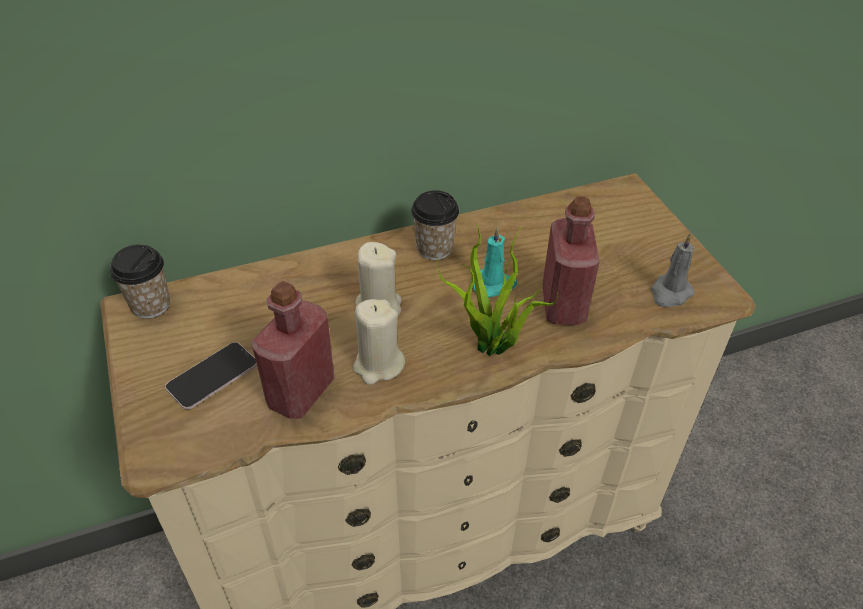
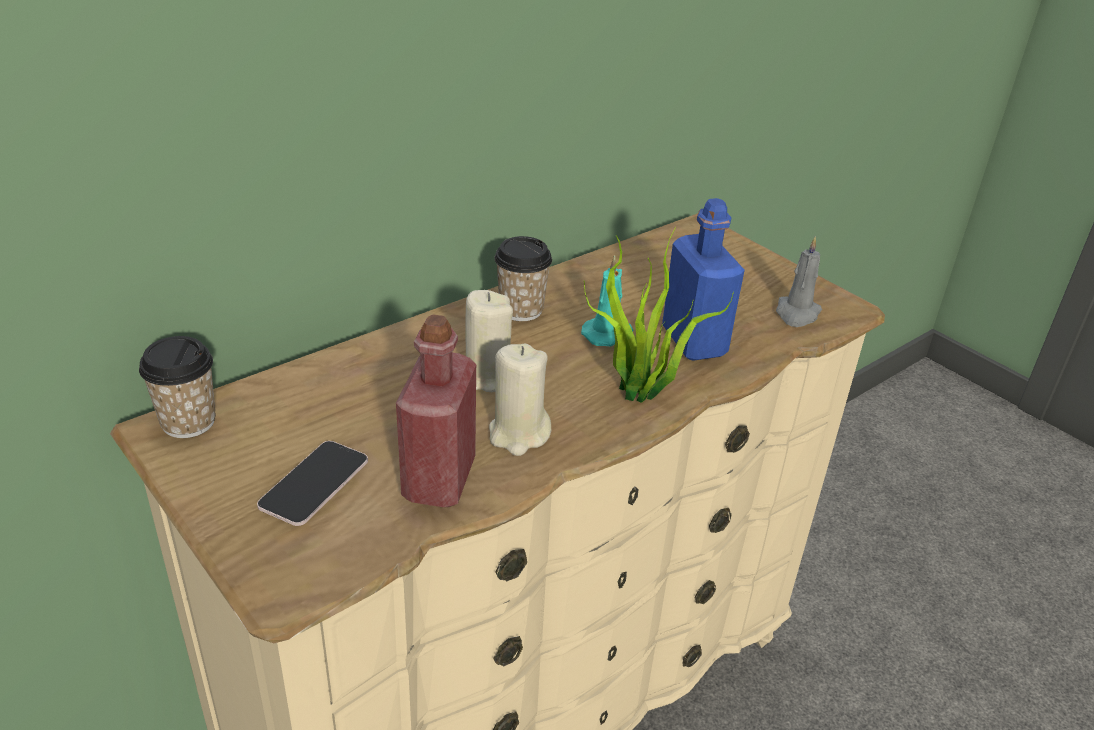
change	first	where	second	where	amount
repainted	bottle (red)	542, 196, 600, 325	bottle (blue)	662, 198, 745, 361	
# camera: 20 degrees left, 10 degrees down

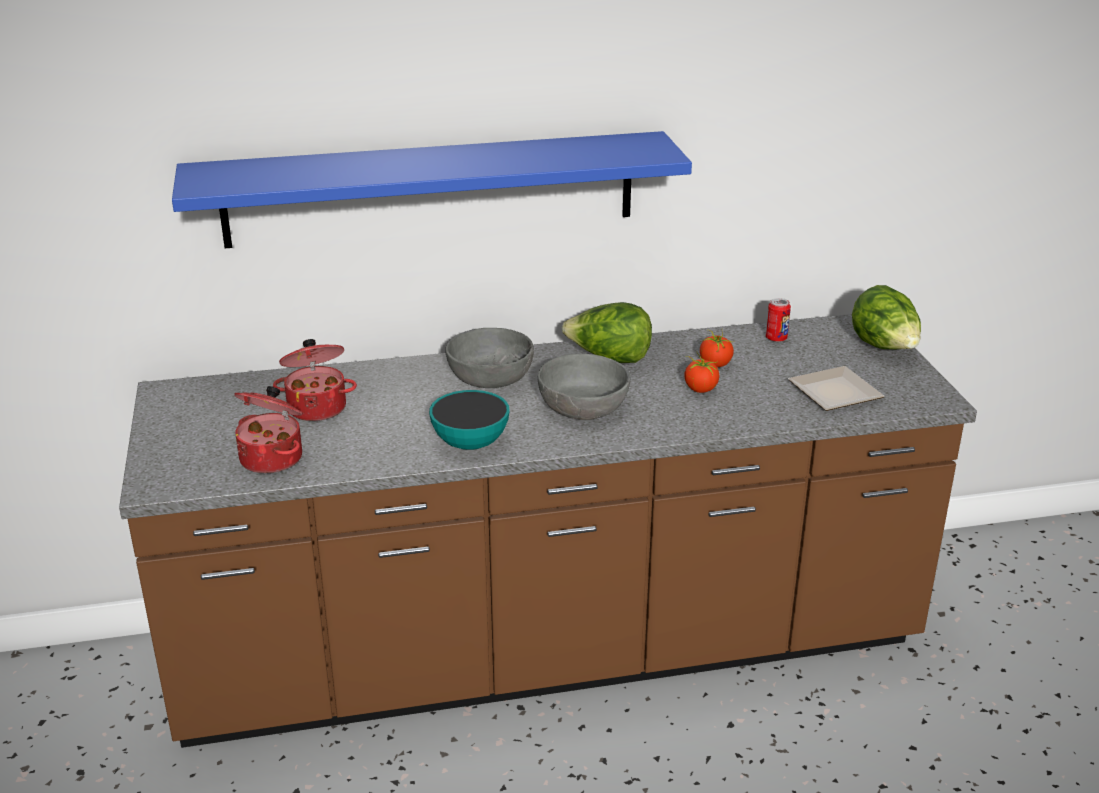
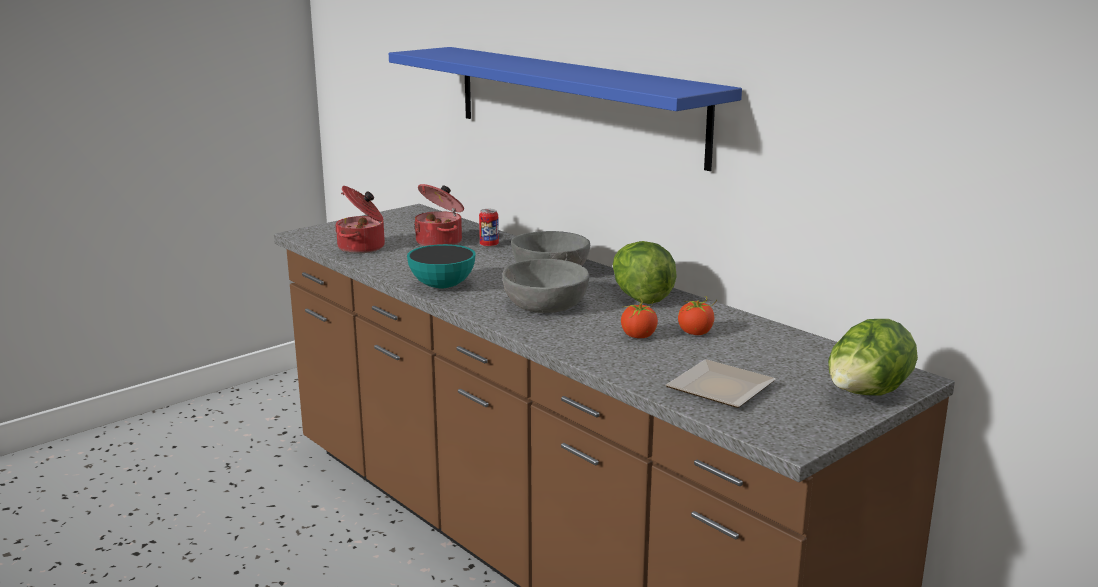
change	first	where	second	where	amount
shifted	can	766, 298, 791, 342		479, 209, 499, 247	
# camera: 60 degrees right, 10 degrees down

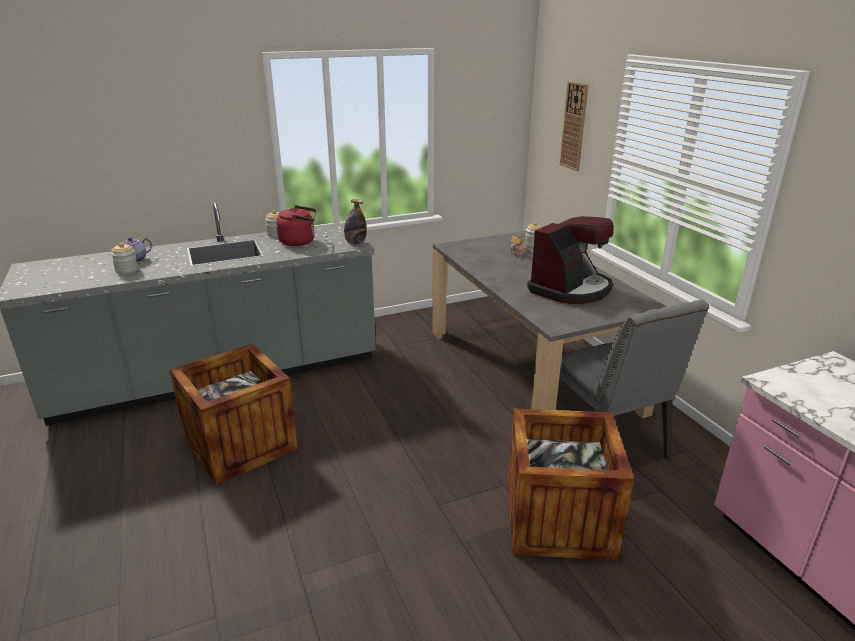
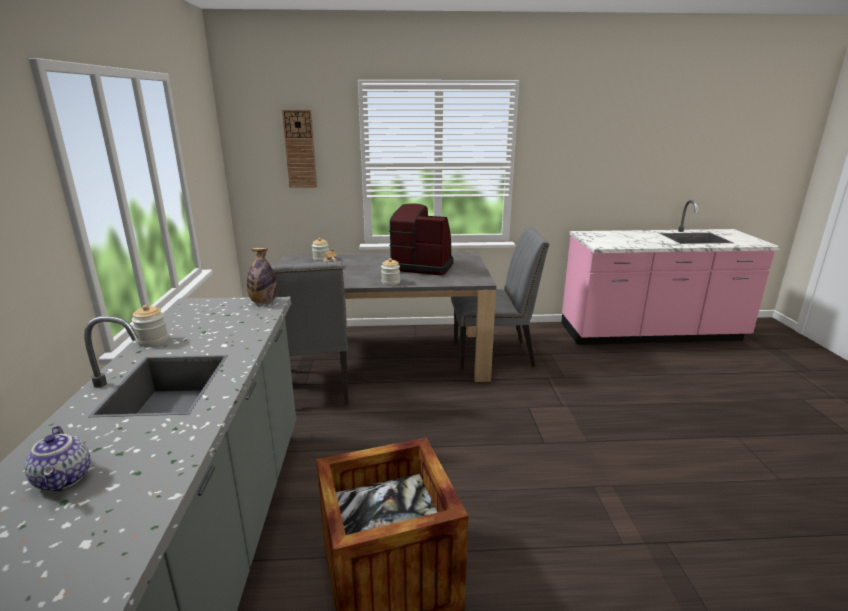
change	first	where	second	where	amount
gone	kettle (red)	276, 205, 316, 246			
rotated	coffee machine	527, 216, 614, 304		389, 203, 454, 275	45 degrees counterclockwise
shifted	jar	111, 243, 138, 274		381, 258, 400, 285	
gone	crate	508, 408, 634, 560			
new			chair (grey)	271, 261, 349, 405	
# camera: 70 degrees left, 5 degrees down

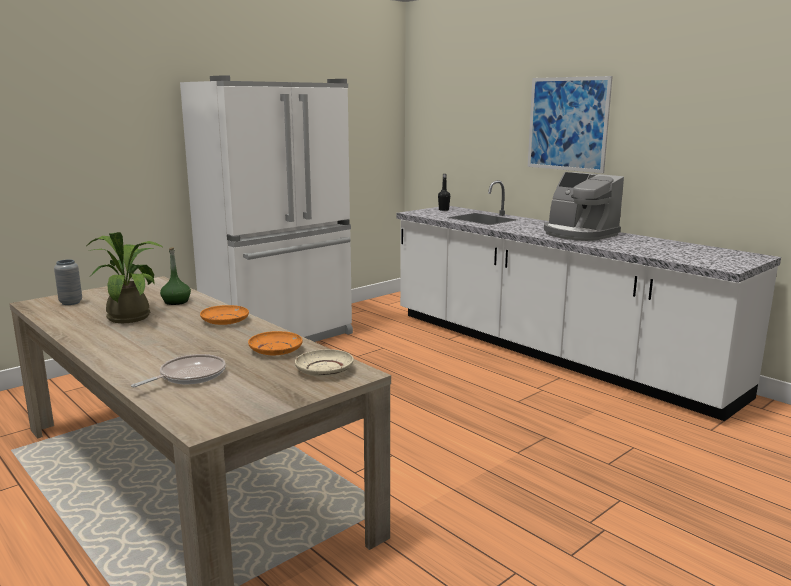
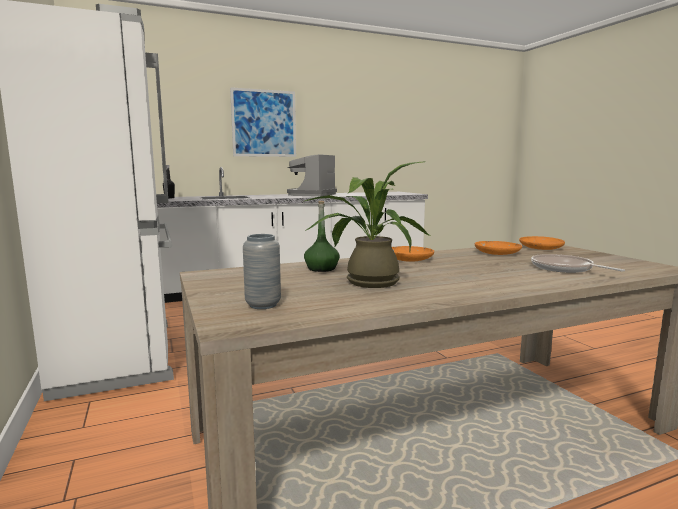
change	first	where	second	where	amount
rotated	coffee machine	544, 172, 624, 241		287, 154, 337, 197	135 degrees clockwise
repainted	plate (beige)	295, 349, 354, 377	plate (orange)	519, 236, 565, 250	
# camera: 70 degrees left, 5 degrees down

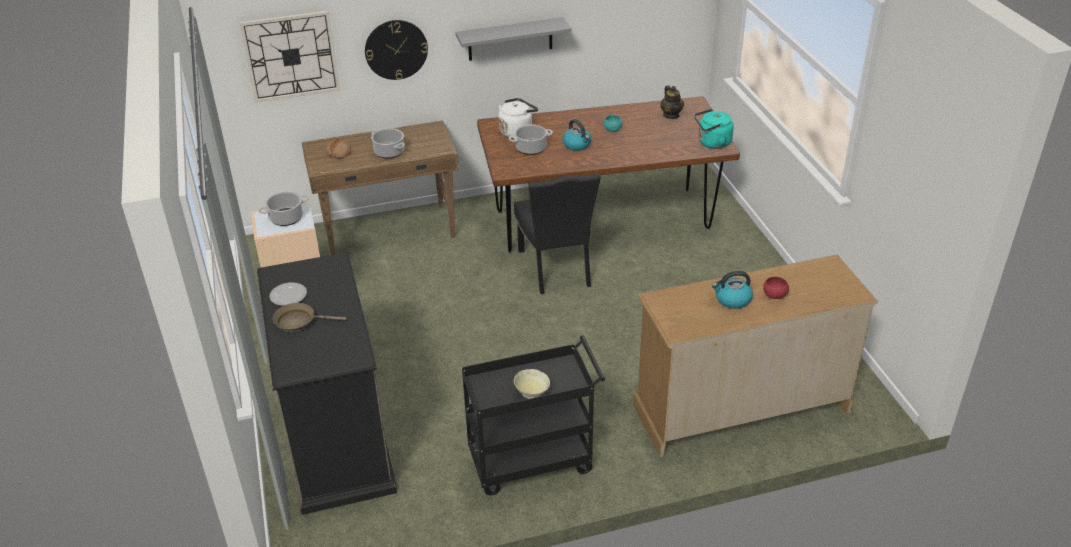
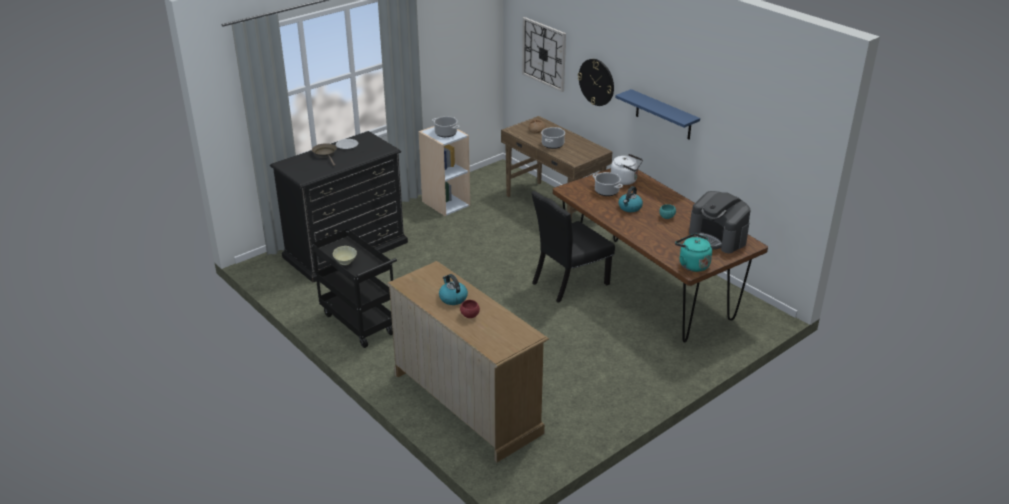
change	first	where	second	where	amount
repainted	shelf (grey)	455, 17, 572, 61	shelf (blue)	615, 89, 700, 140	
swapped	teapot	660, 85, 684, 119	coffee machine	689, 191, 751, 253	
# camera: 65 degrees right, 5 degrees down

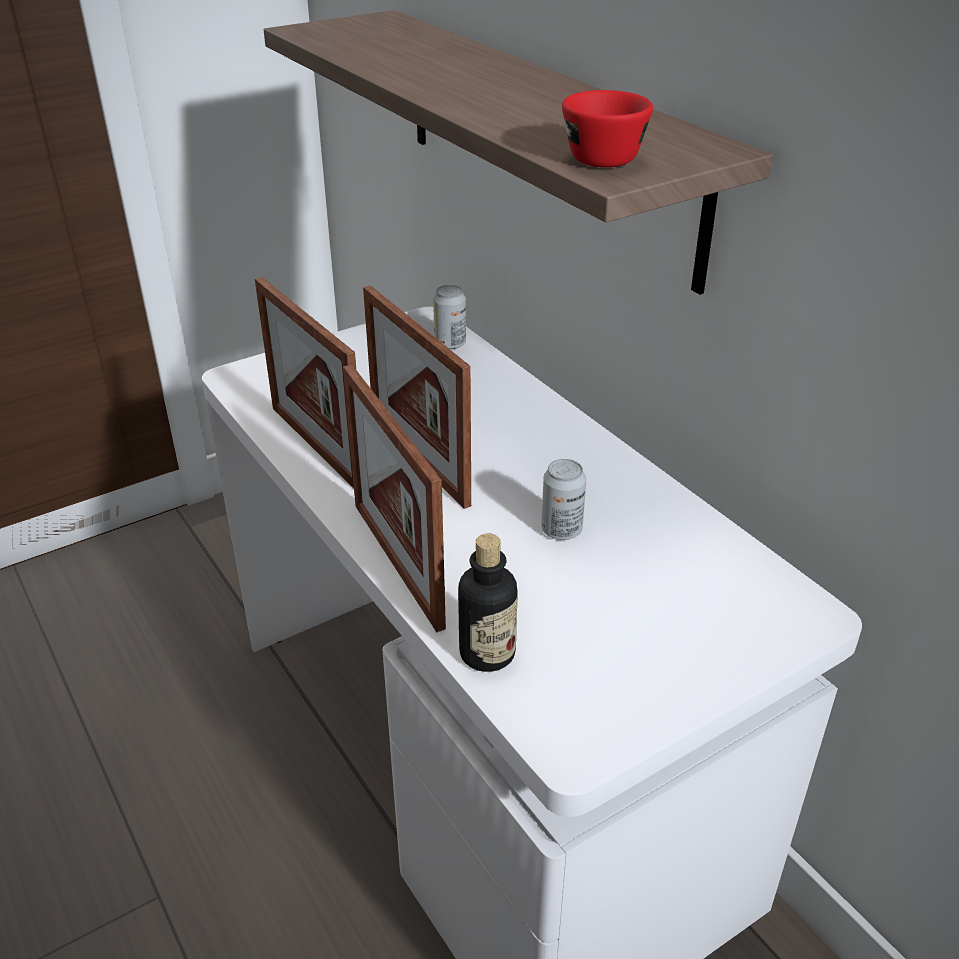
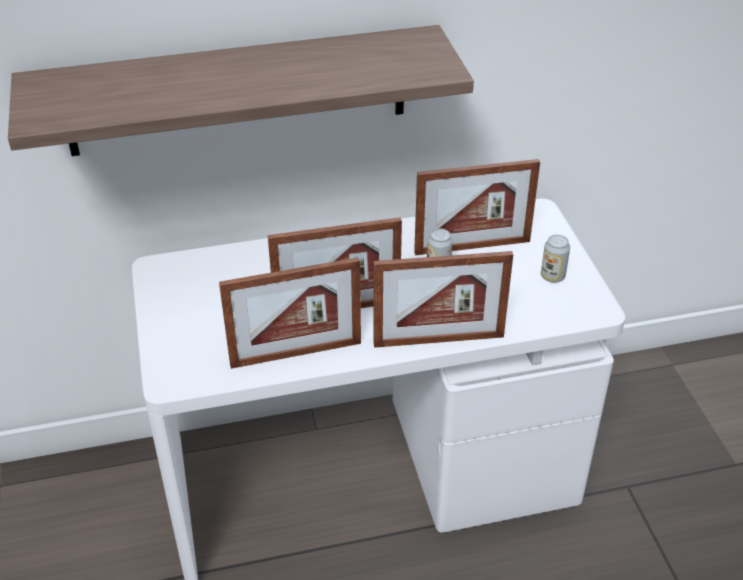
change	first	where	second	where	amount
gone	cup (red)	562, 90, 653, 167			
shifted	can	433, 285, 466, 350		541, 235, 570, 283	
gone	bottle	458, 533, 518, 672			
new			picture frame	414, 159, 540, 255	
# camera: 70 degrees left, 5 degrees up

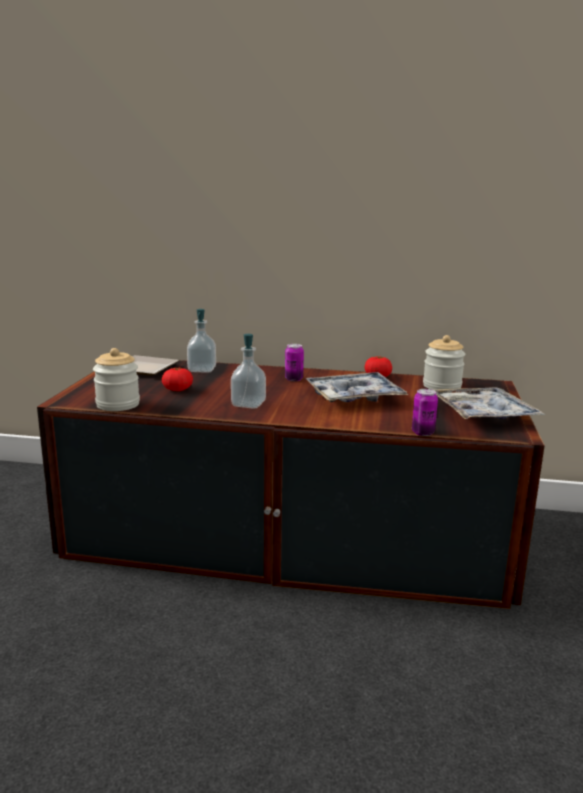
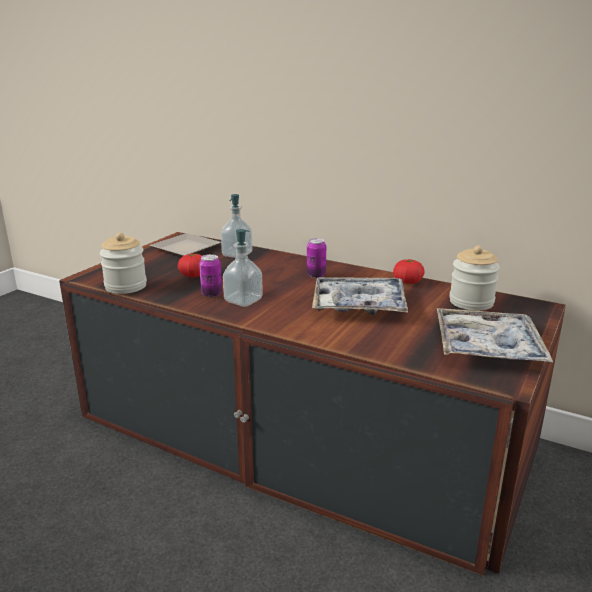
change	first	where	second	where	amount
shifted	can	412, 389, 438, 436		199, 254, 222, 297	
# camera: 20 degrees right, 5 degrees up

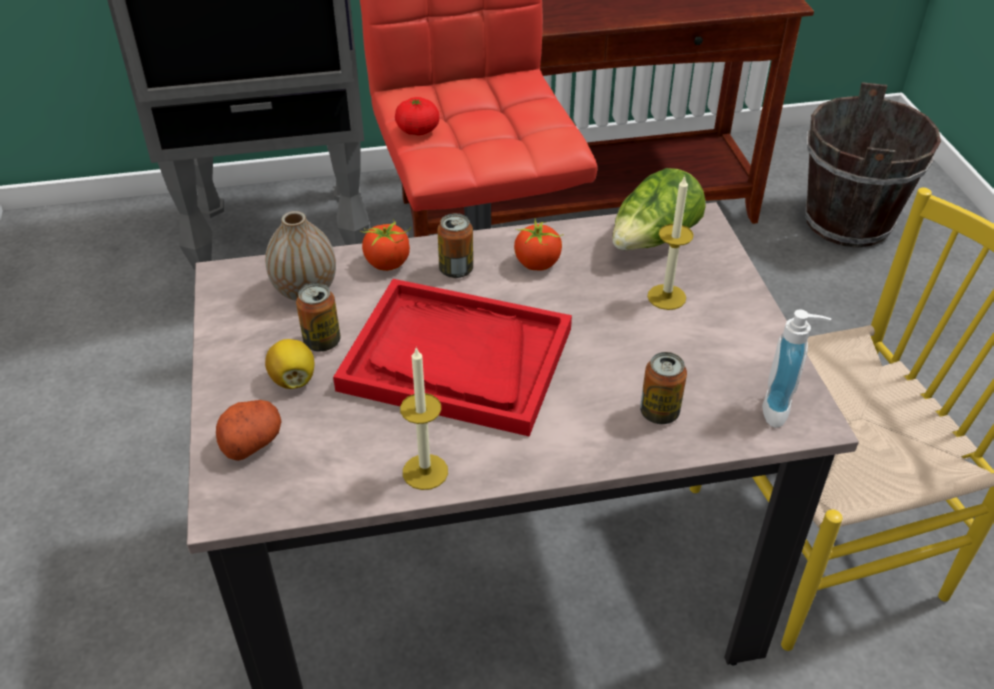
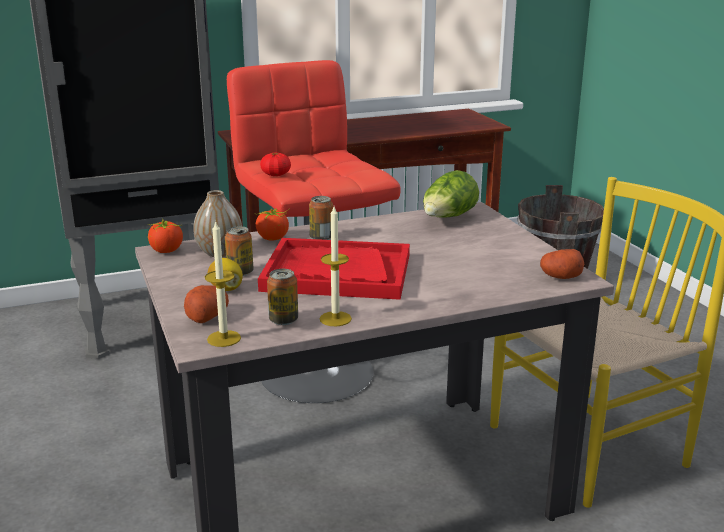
change	first	where	second	where	amount
shifted	candle	647, 176, 694, 310		205, 220, 241, 347	
shifted	tomato	514, 219, 563, 271		148, 220, 183, 253	
swapped	soap dispenser	762, 309, 831, 428	potato	540, 249, 584, 279	
shifted	can	640, 352, 687, 424		267, 269, 298, 325	
# camera: 10 degrees left, 20 degrees down

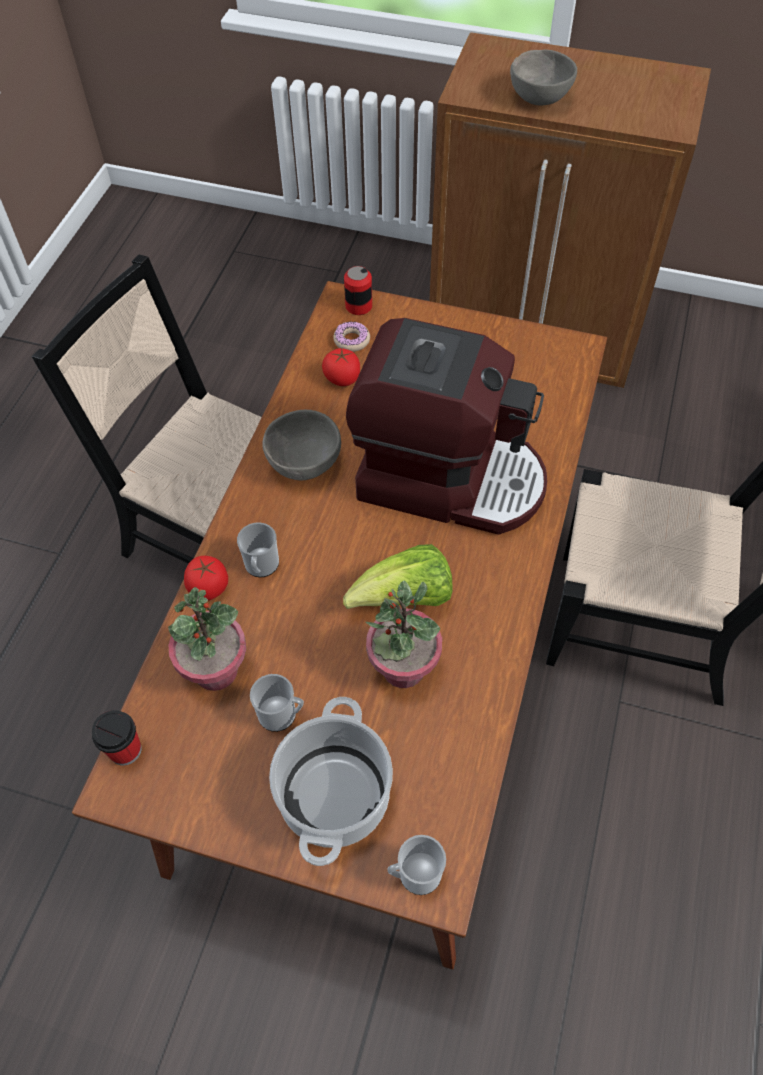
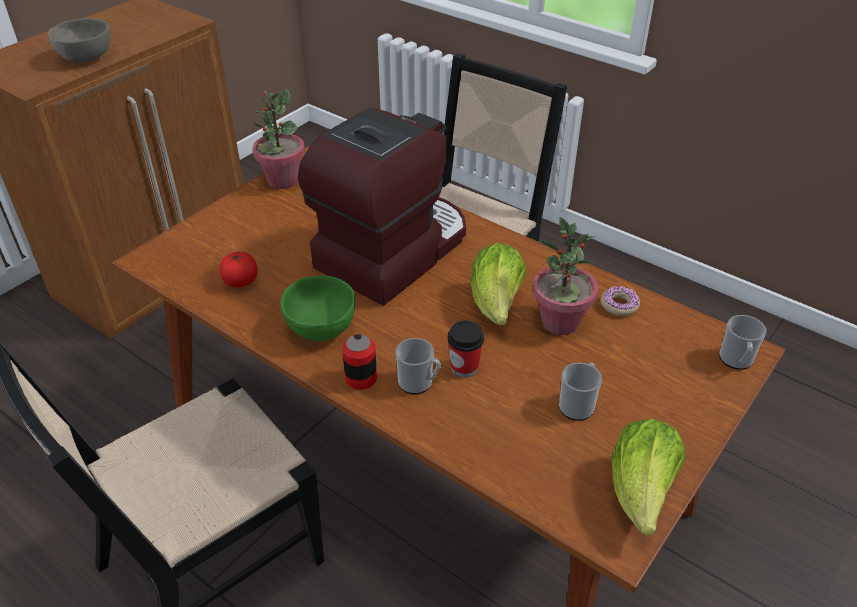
change	first	where	second	where	amount
shifted	can	344, 266, 372, 315		342, 334, 377, 390	
shifted	donut	333, 321, 370, 352		601, 286, 640, 316	
repainted	bowl (grey)	262, 410, 341, 481	bowl (green)	280, 276, 355, 341	
gone	tomato	184, 556, 228, 600			
shifted	potted plant	168, 587, 246, 691		251, 89, 305, 189	
gone	cooking pot	269, 697, 393, 866			
shifted	cup	92, 710, 142, 766		448, 320, 484, 377	
new			lettuce	611, 419, 685, 535	
# camera: 70 degrees left, 15 degrees down

